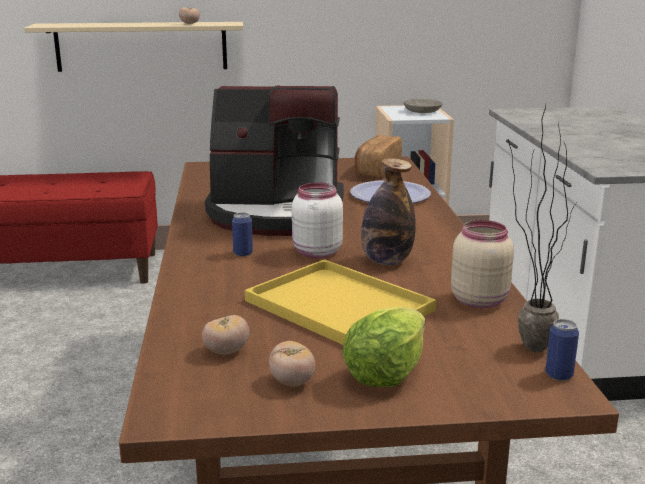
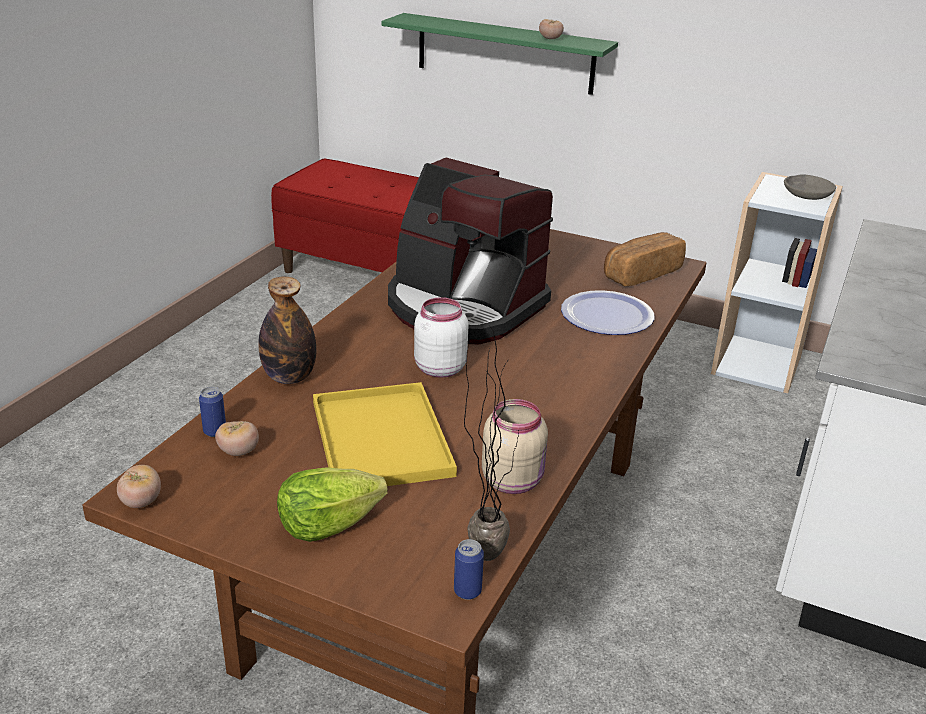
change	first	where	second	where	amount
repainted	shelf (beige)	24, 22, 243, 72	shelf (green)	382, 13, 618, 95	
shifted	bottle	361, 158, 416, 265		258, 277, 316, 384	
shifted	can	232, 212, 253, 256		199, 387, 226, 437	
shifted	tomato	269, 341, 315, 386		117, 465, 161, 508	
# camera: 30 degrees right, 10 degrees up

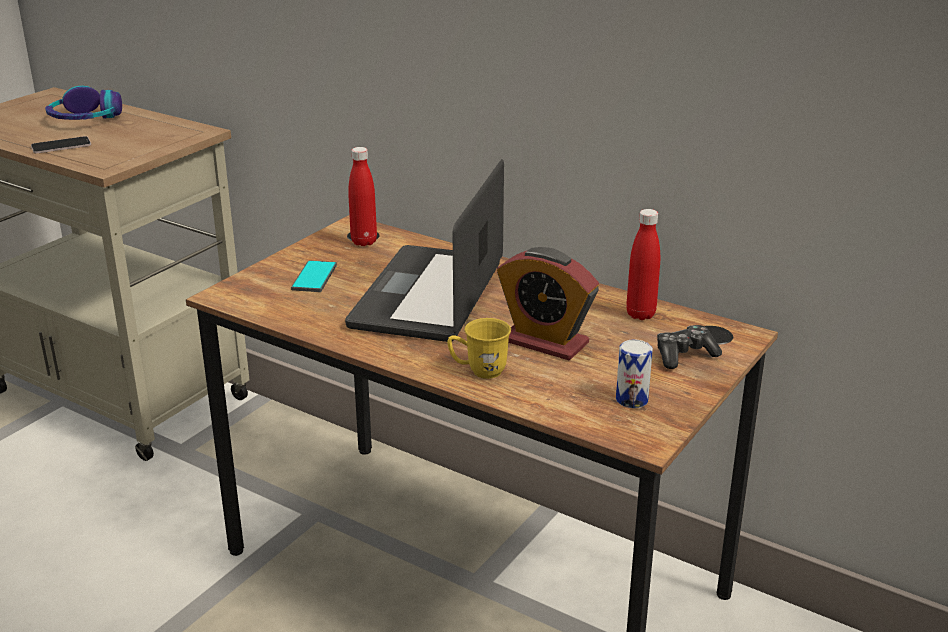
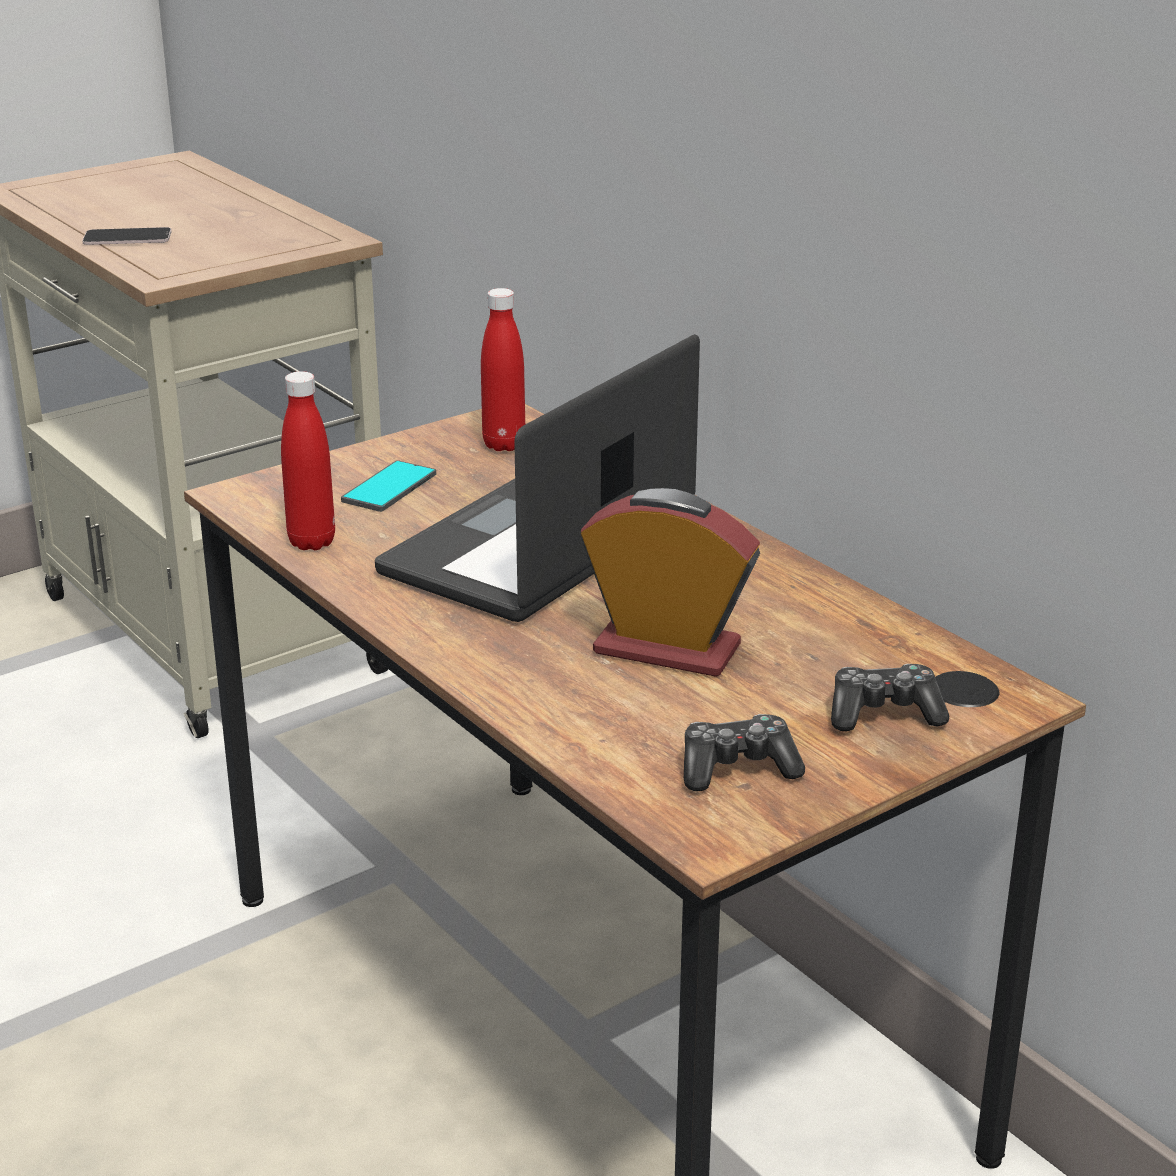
change	first	where	second	where	amount
gone	headphones	45, 86, 122, 120			
shifted	bottle (red)	626, 209, 660, 320		281, 371, 335, 550	
rotated	alarm clock	497, 247, 599, 360		580, 488, 760, 677	150 degrees clockwise
gone	mug (yellow)	447, 318, 511, 379			
swapped	can	616, 339, 653, 408	game controller	684, 714, 805, 791	
# camera: 20 degrees right, 0 degrees up

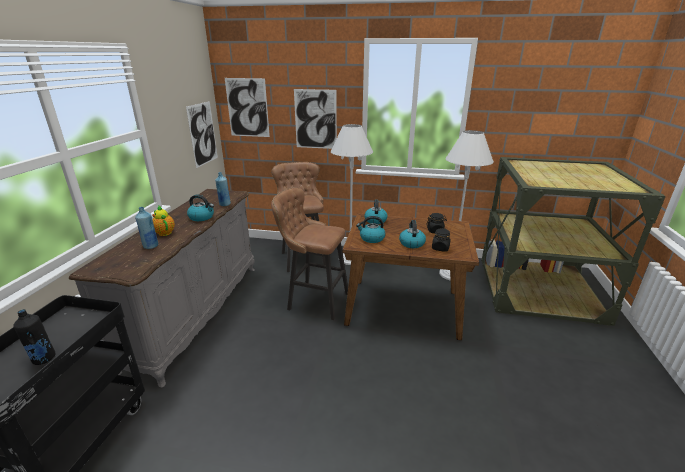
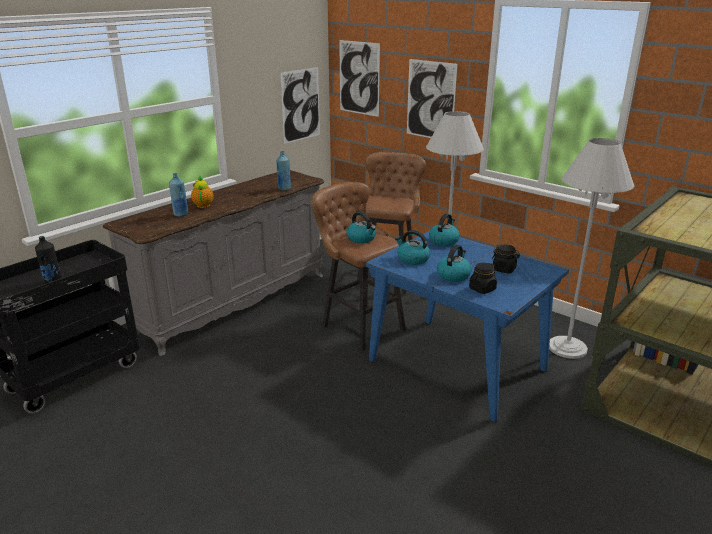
change	first	where	second	where	amount
shifted	kettle	187, 195, 214, 221		347, 212, 376, 243	
repainted	dining table (brown)	342, 213, 479, 340	dining table (blue)	366, 231, 569, 423	
# camera: 30 degrees right, 0 degrees up

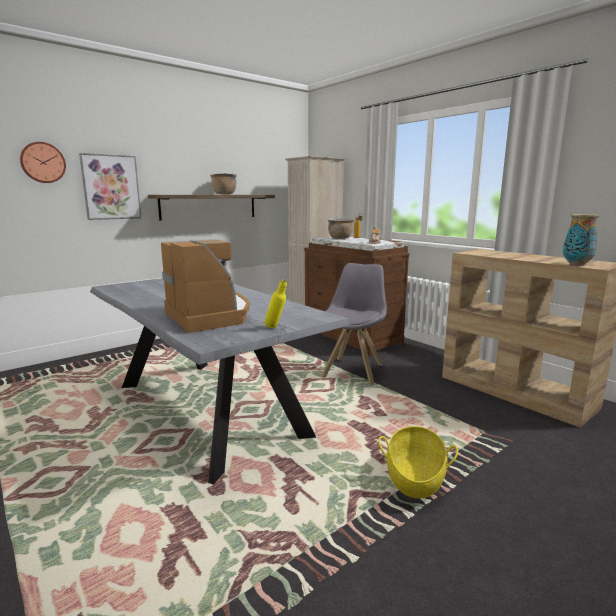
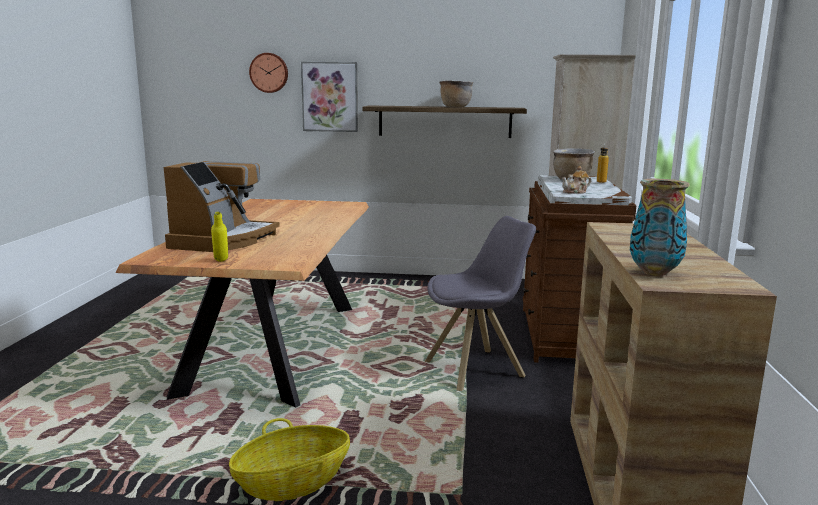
change	first	where	second	where	amount
repainted	dining table (grey)	90, 278, 351, 484	dining table (brown)	116, 199, 369, 408	
# camera: 45 degrees right, 0 degrees up

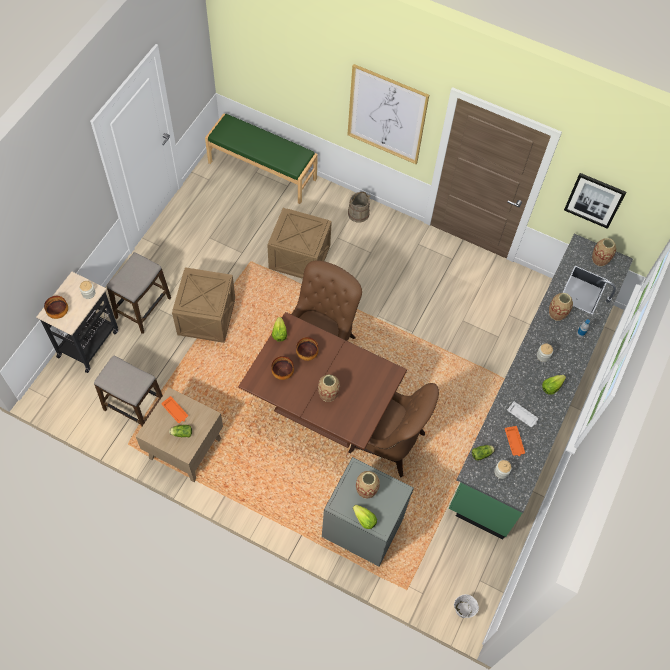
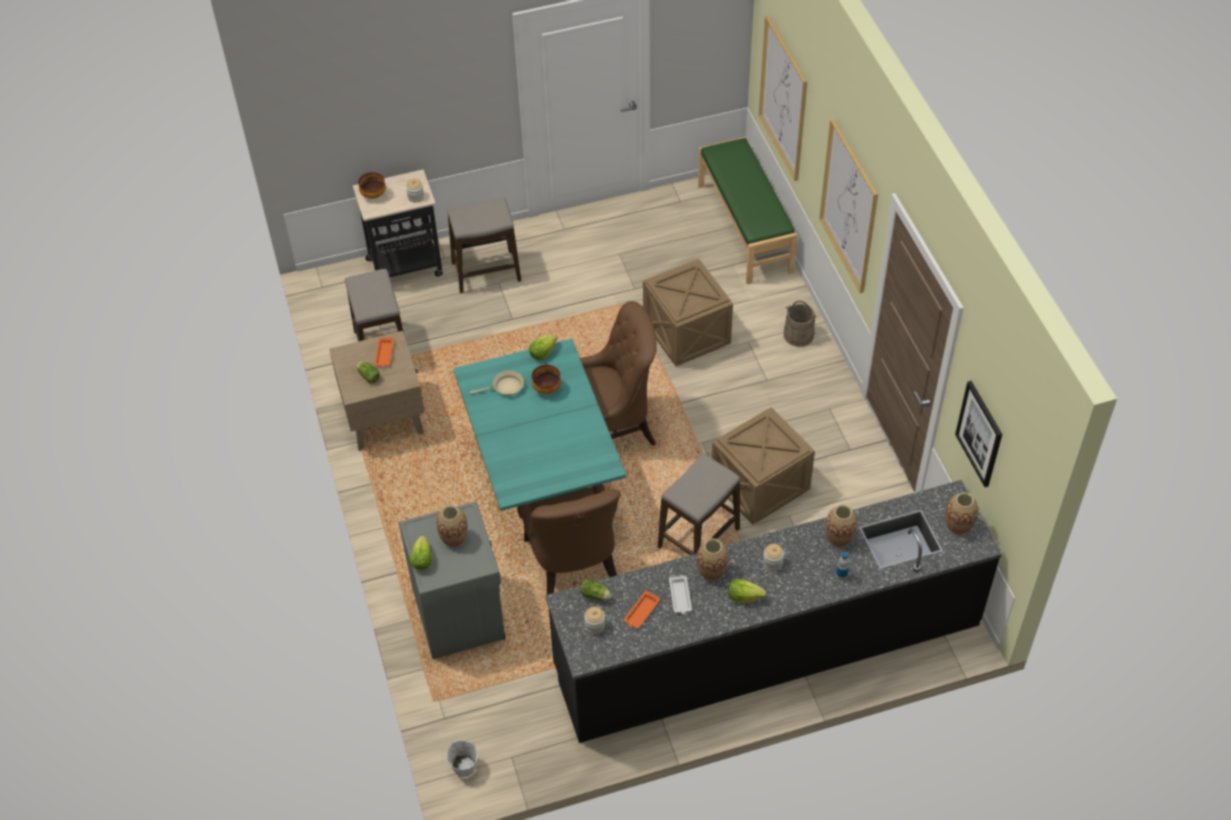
change	first	where	second	where	amount
repainted	counter (green)	449, 234, 633, 540	counter (black)	545, 480, 1002, 743	
shifted	crate	172, 267, 235, 343		712, 407, 815, 525	
repainted	dining table (brown)	239, 312, 407, 450	dining table (turquoise)	453, 339, 626, 523	
swapped	bowl	271, 356, 294, 380	frying pan (beige)	470, 370, 524, 396	
shifted	vase	318, 374, 340, 402		697, 538, 728, 581	
new			picture	759, 15, 807, 181	
new			stool	658, 454, 740, 555	
# camera: 50 degrees right, 10 degrees down

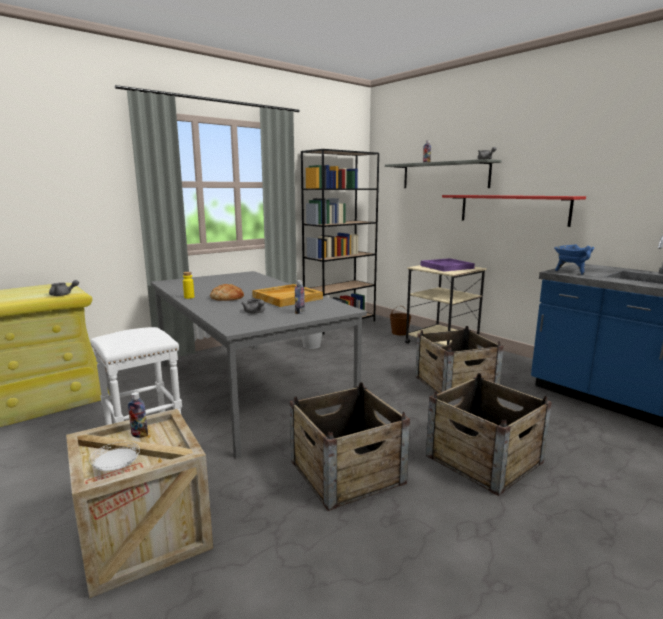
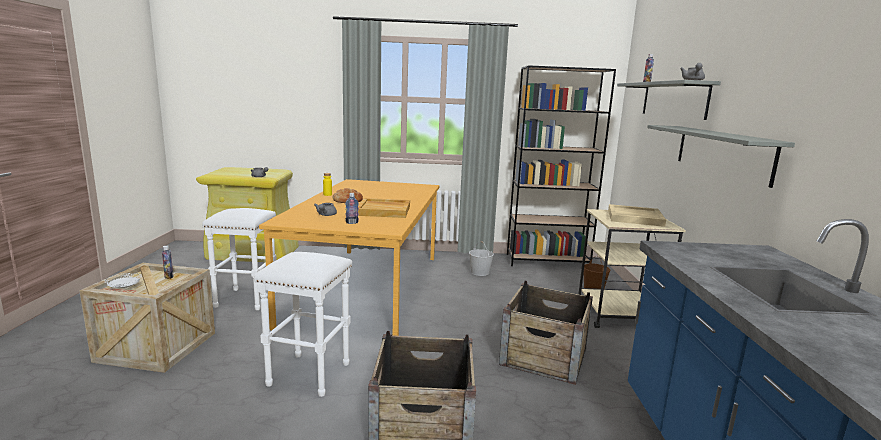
change	first	where	second	where	amount
repainted	shelf (red)	442, 195, 586, 227	shelf (grey)	647, 125, 795, 188	
gone	cooking pot (blue)	554, 244, 594, 275			
repainted	tray (purple)	420, 258, 475, 272	tray (beige)	608, 204, 666, 227	
repainted	dining table (grey)	151, 271, 367, 458	dining table (orange)	259, 179, 439, 336	
swapped	crate	290, 382, 410, 511	stool (white)	254, 252, 352, 397	
# camera: 40 degrees right, 0 degrees up

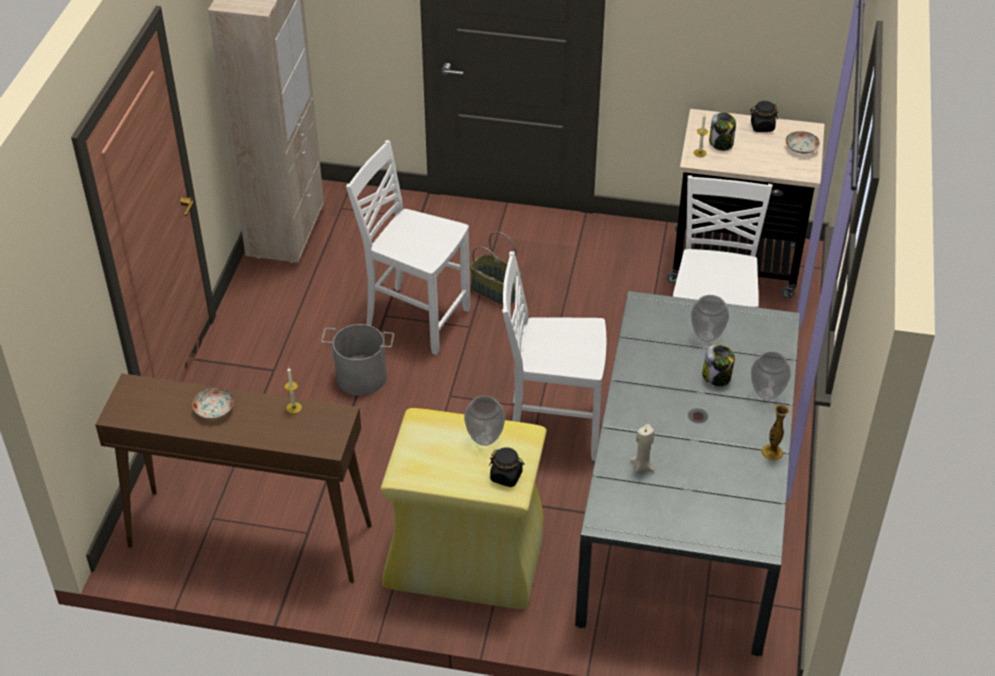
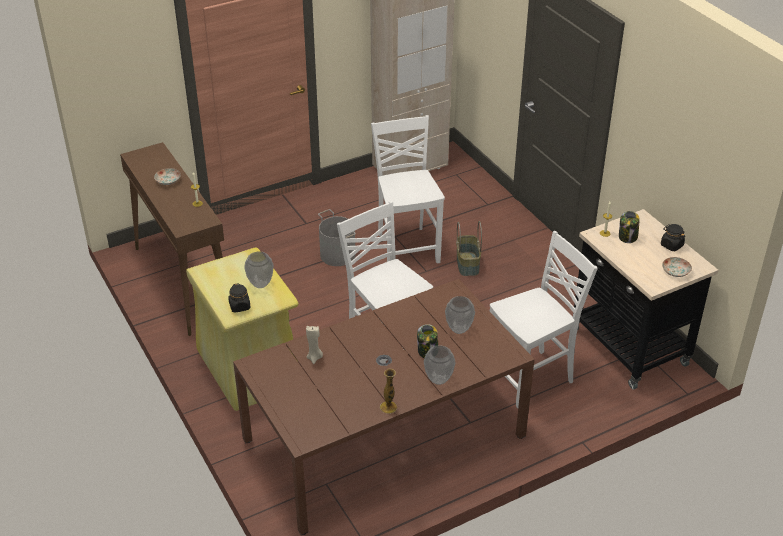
change	first	where	second	where	amount
repainted	dining table (grey)	575, 291, 800, 656	dining table (brown)	233, 279, 534, 535	
# camera: 50 degrees right, 5 degrees down

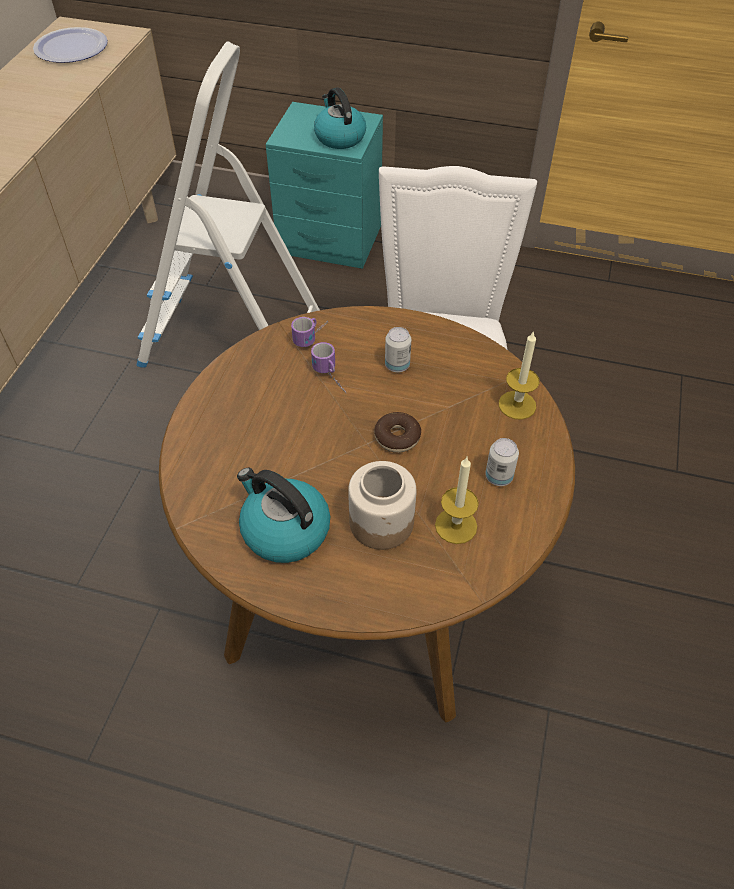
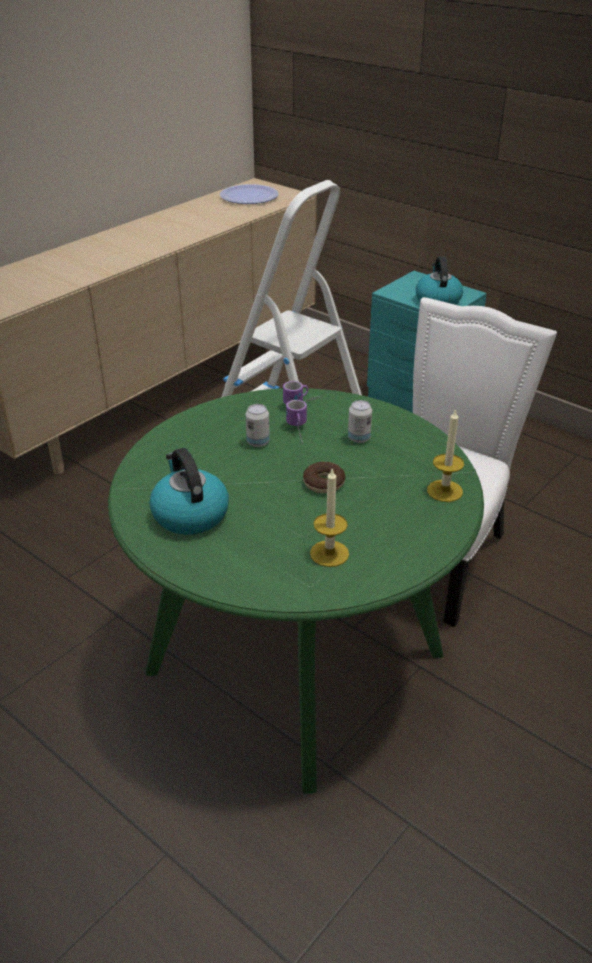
change	first	where	second	where	amount
repainted	dining table (brown)	159, 306, 575, 722	dining table (green)	108, 388, 484, 794	
shifted	can	485, 438, 519, 486		246, 404, 270, 447	
gone	jar	348, 461, 417, 550			
# camera: 25 degrees right, 15 degrees down

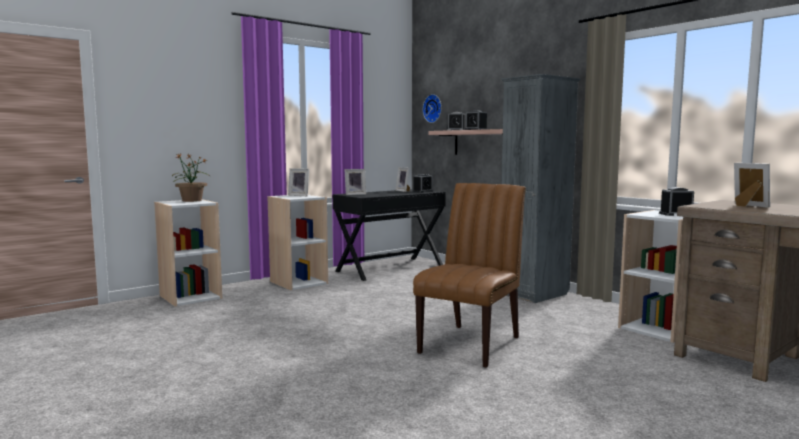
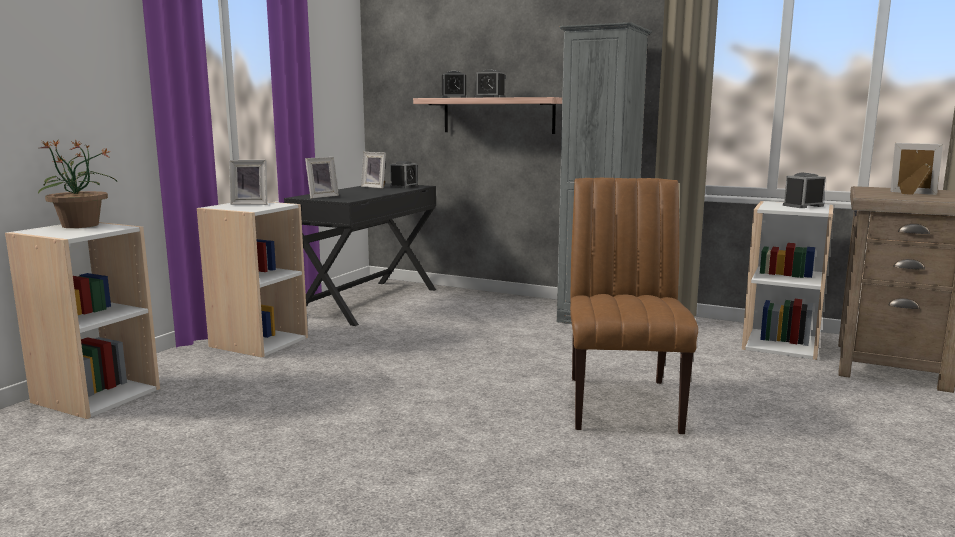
change	first	where	second	where	amount
gone	wall clock	423, 94, 442, 123			
# camera: 25 degrees left, 5 degrees up

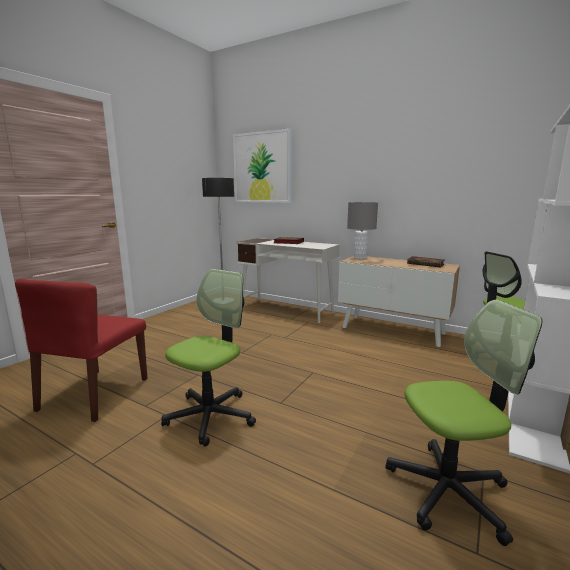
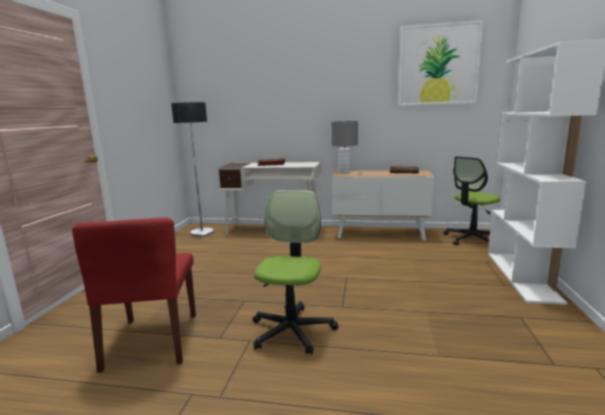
change	first	where	second	where	amount
shifted	picture	233, 129, 292, 203		398, 20, 483, 106	
gone	office chair	385, 300, 542, 546			
# camera: 20 degrees left, 0 degrees up

